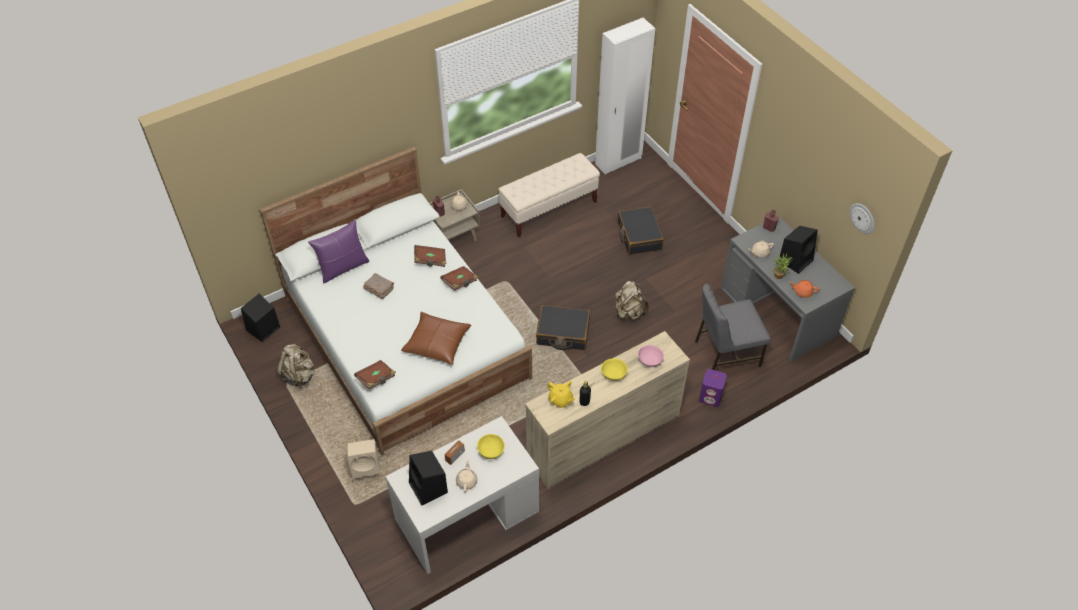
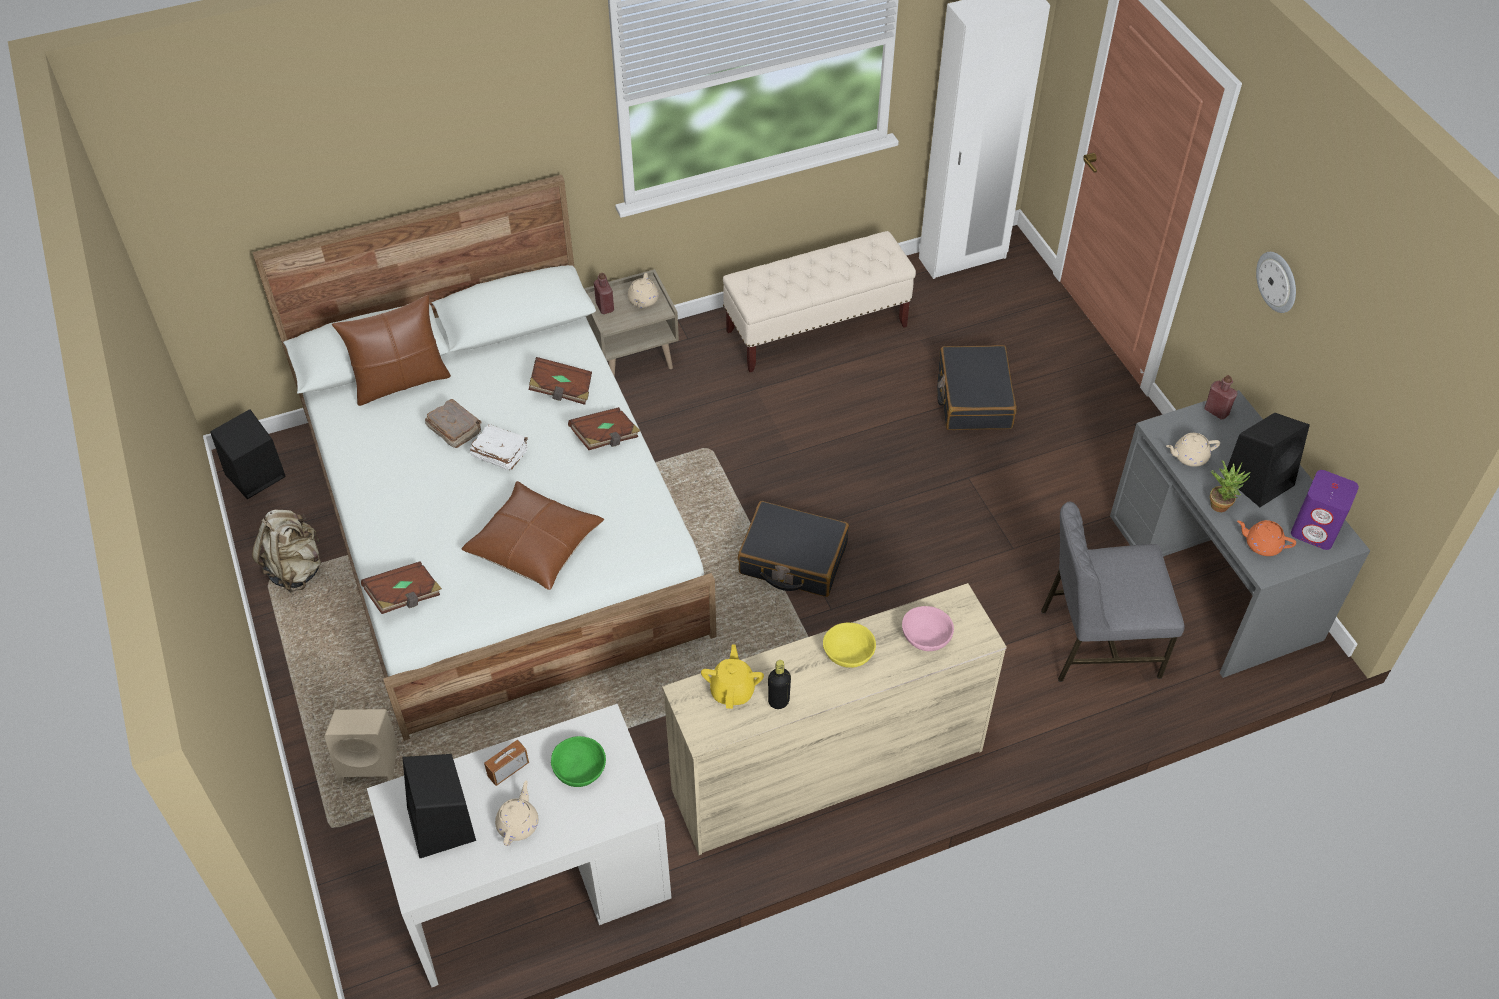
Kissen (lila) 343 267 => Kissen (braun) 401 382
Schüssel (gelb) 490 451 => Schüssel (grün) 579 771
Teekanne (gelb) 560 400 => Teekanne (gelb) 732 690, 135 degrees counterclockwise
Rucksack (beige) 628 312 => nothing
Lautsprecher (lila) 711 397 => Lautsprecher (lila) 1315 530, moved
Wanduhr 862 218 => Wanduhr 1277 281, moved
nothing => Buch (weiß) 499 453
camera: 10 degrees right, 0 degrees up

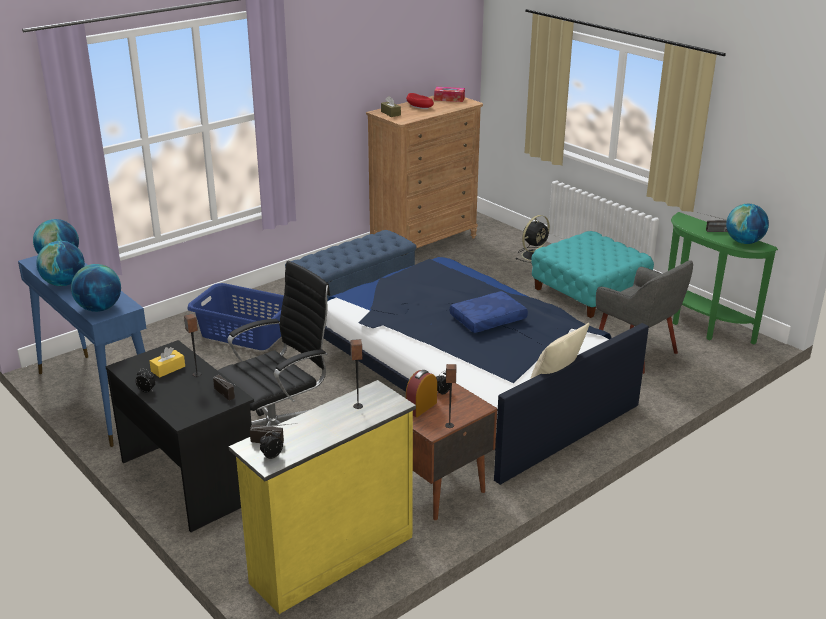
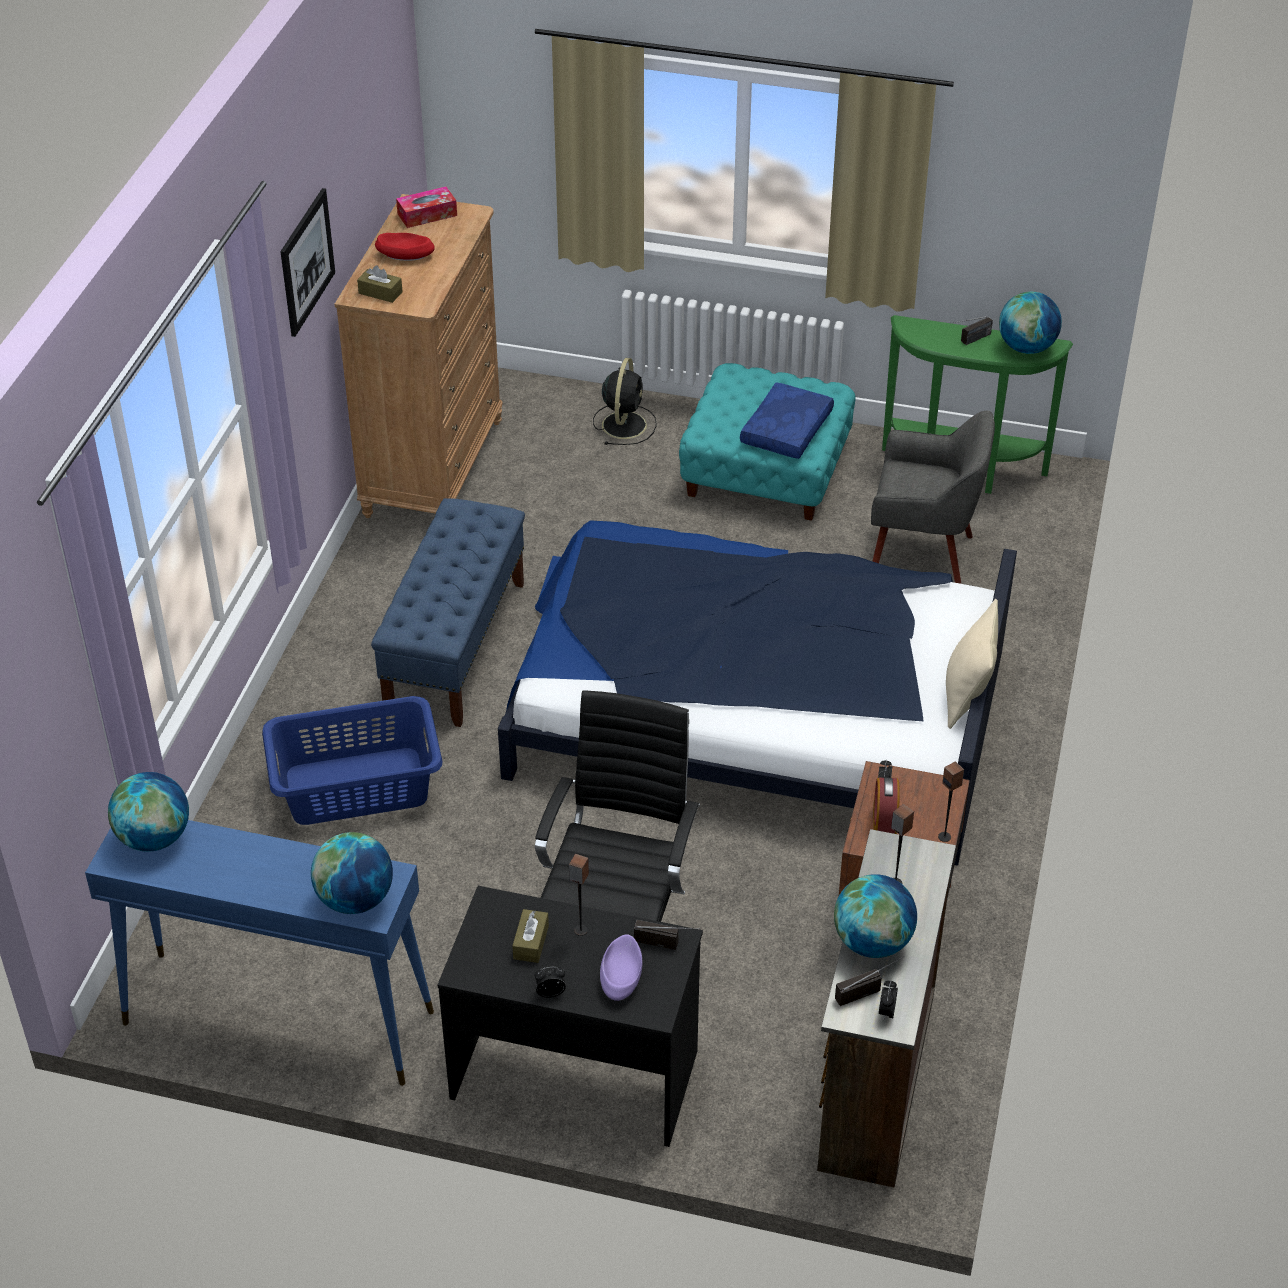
Globus 64 283 => Globus 872 942, moved
Taschentuchbox (gelb) 168 369 => Taschentuchbox (braun) 531 942
Kommode (gelb) 330 558 => Kommode (braun) 873 1082
Kissen (blau) 488 320 => Kissen (blau) 787 431, moved
nothing => Bild 306 262
nothing => Schüssel (lila) 621 977
camera: 35 degrees left, 15 degrees up

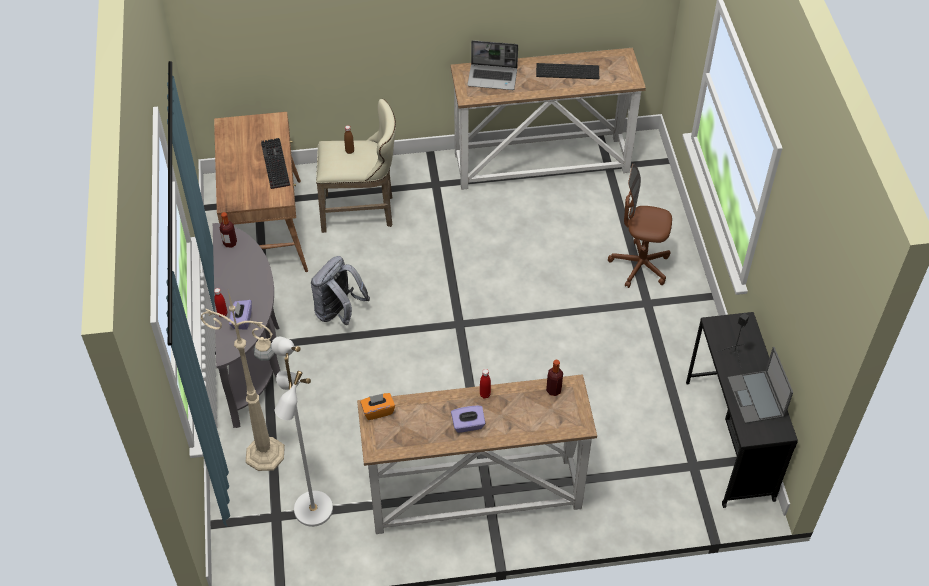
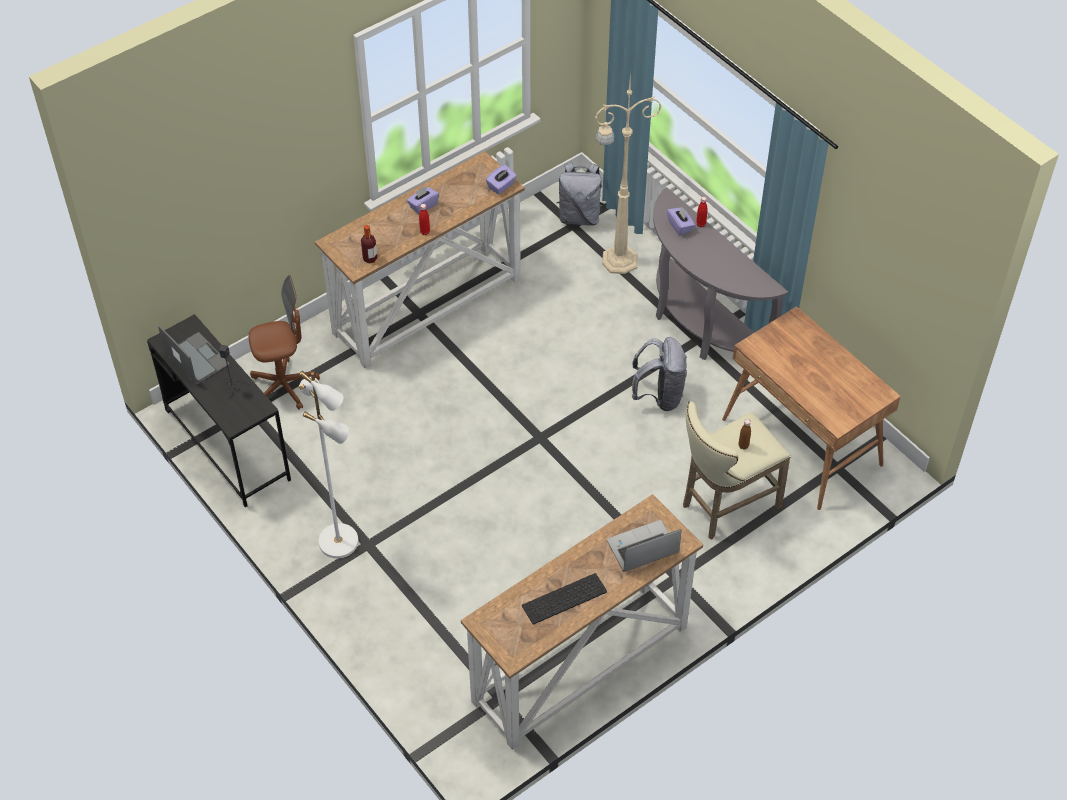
Flasche 230 243 => nothing
Tastatur 274 164 => nothing
Stehlampe (weiß) 312 509 => Stehlampe (weiß) 340 541, moved
Taschentuchbox (orange) 378 411 => Taschentuchbox (lila) 501 186
Bürostuhl (braun) 639 266 => Bürostuhl (braun) 284 386, moved
nothing => Rucksack (grau) 579 216
camera: 150 degrees right, 0 degrees up

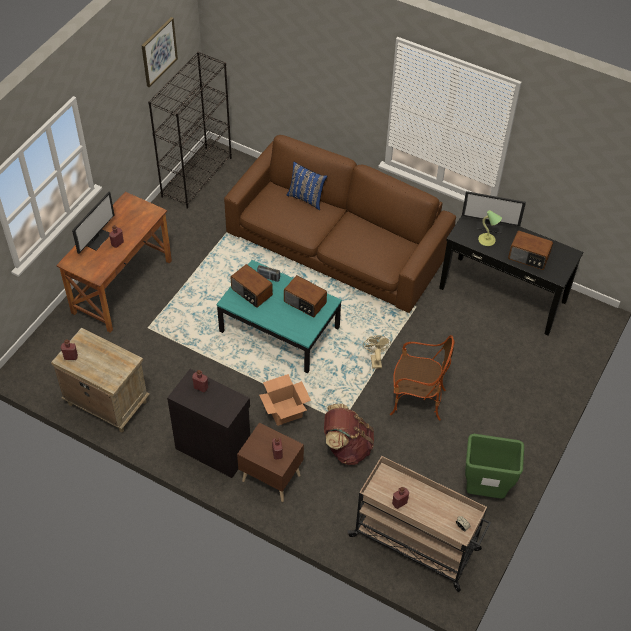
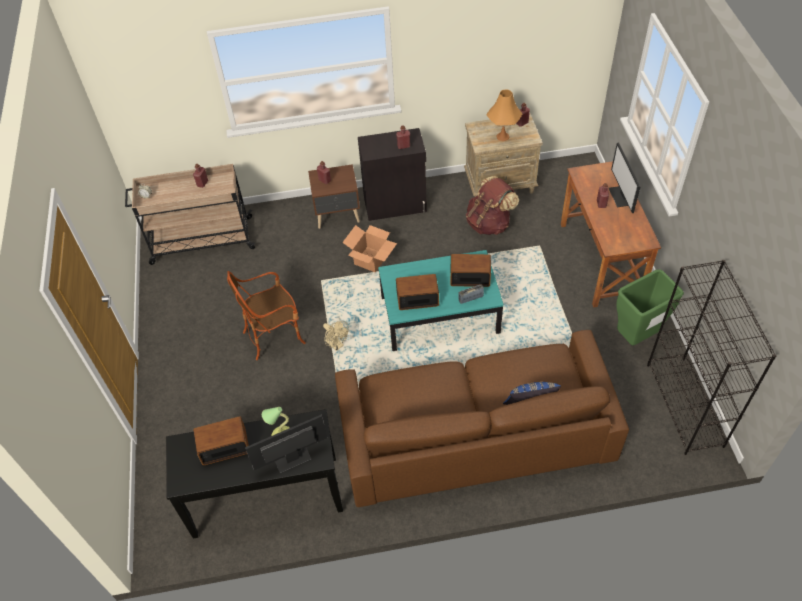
Bild 158 51 => nothing
Rucksack (braun) 346 447 => Rucksack (braun) 489 223, moved
Mülleimer (grün) 485 491 => Mülleimer (grün) 636 337, moved
nothing => Tischlampe (orange) 502 136
camera: 145 degrees right, 0 degrees up

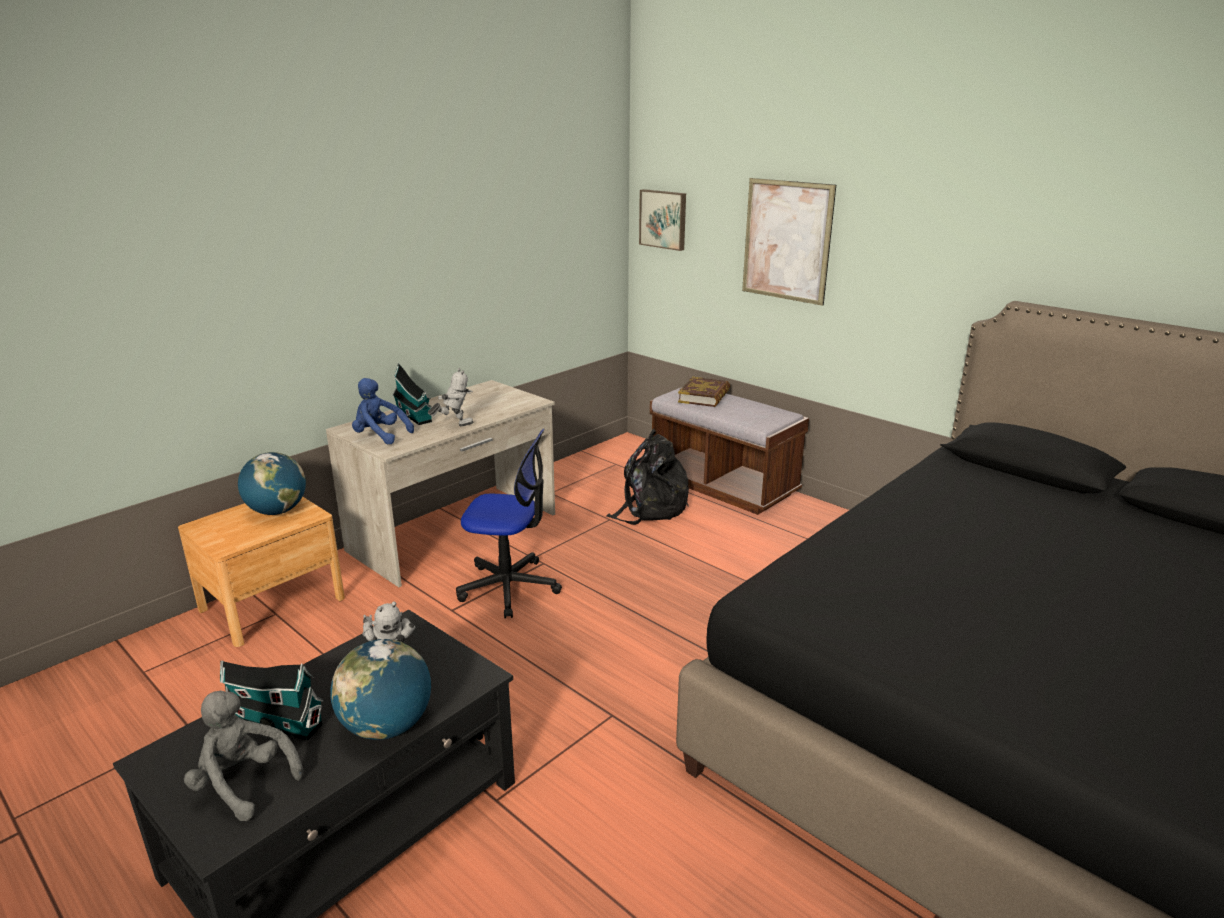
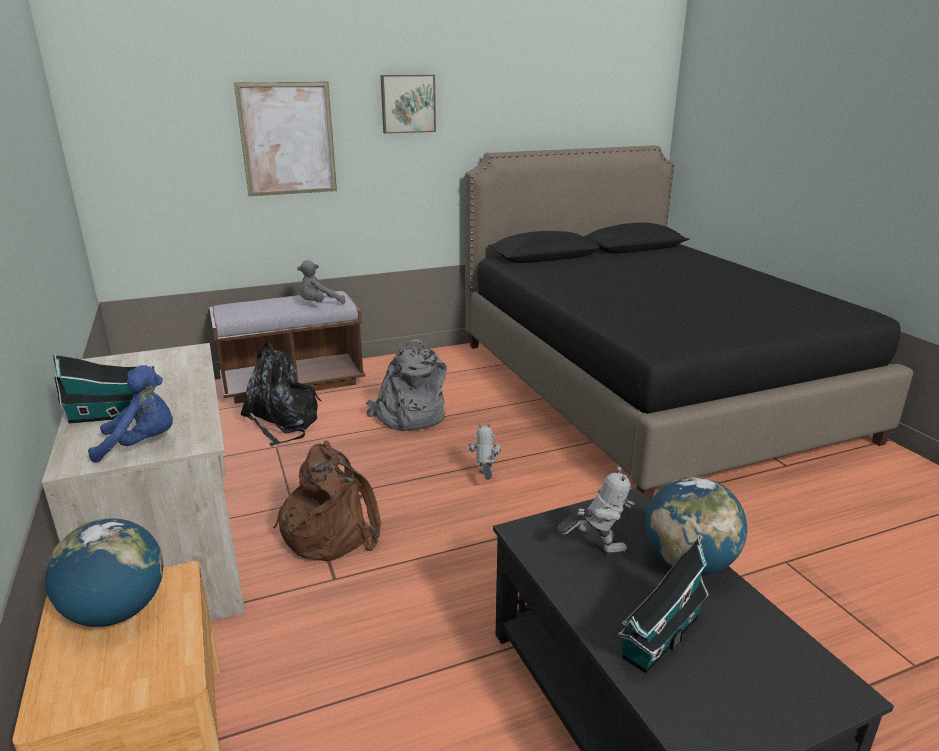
Plüschtier (grau) 243 783 => Plüschtier (grau) 319 304, moved
Plüschtier (blau) 379 436 => Plüschtier (blau) 142 444, 150 degrees counterclockwise
Spielzeugroboter 454 425 => Spielzeugroboter 485 480, moved
Bürostuhl 509 587 => Rucksack (braun) 331 531
Bild 664 219 => Bild 407 104, moved
Buch 704 396 => nothing
nothing => Rucksack (grau) 409 416
camera: 65 degrees left, 0 degrees up

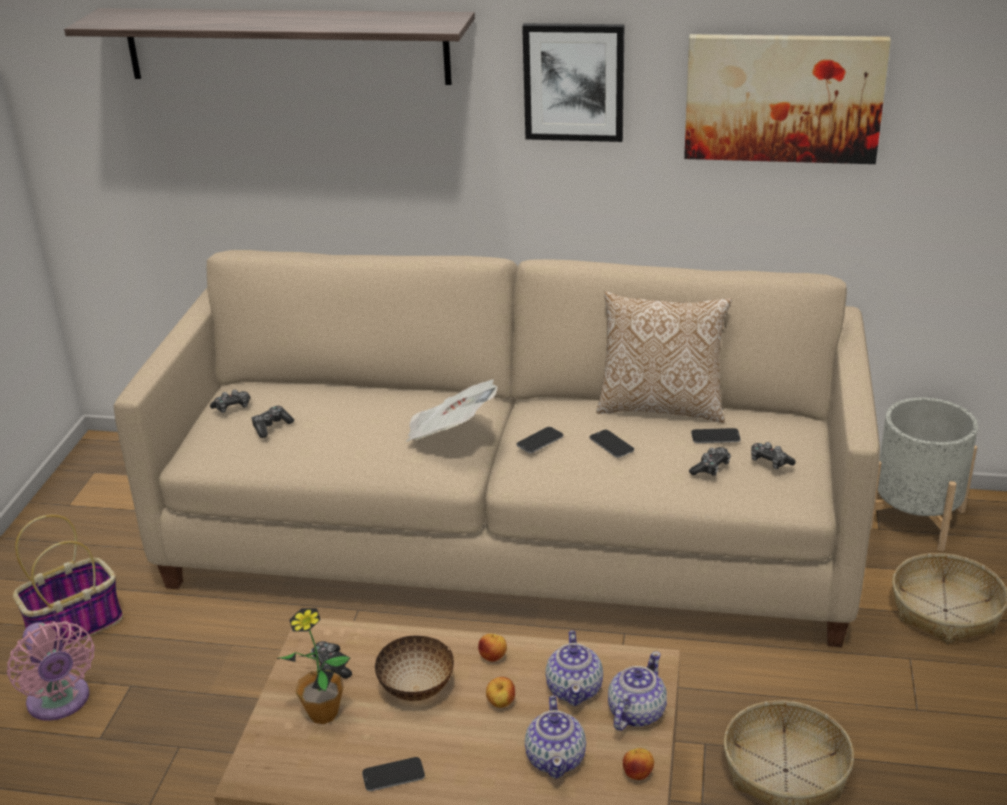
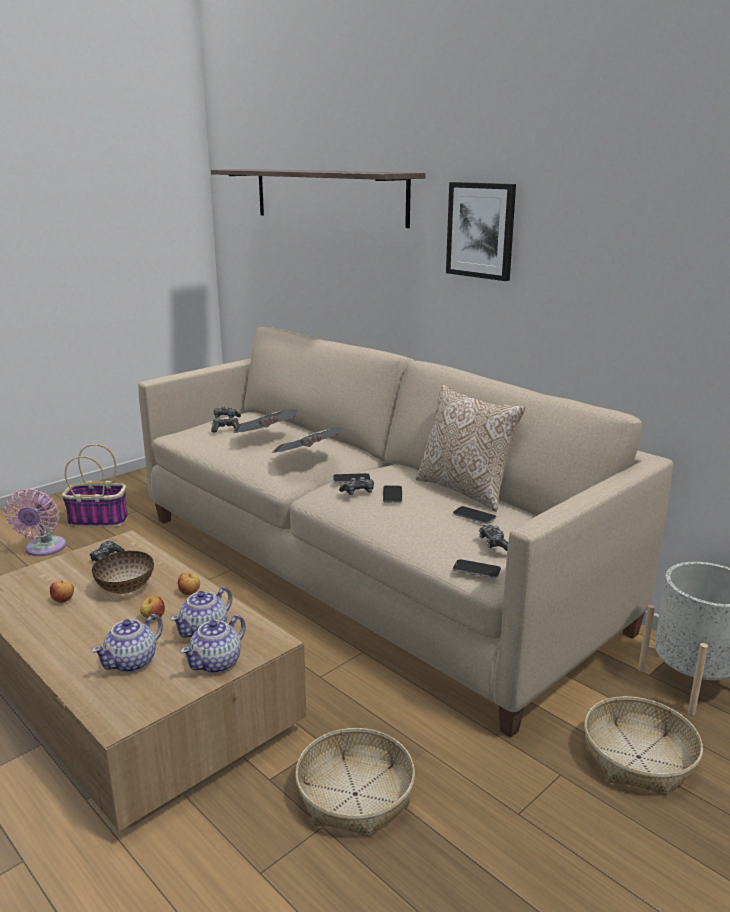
Topfpflanze 323 713 => nothing
Handy 393 775 => Handy 476 570, moved
Teekanne 635 713 => Teekanne 217 663, 150 degrees clockwise
Apfel 638 774 => Apfel 64 601, moved
Bild 783 97 => nothing
Gamepad 711 468 => Gamepad 358 492, moved
nothing => Zeitung 265 438
camera: 35 degrees right, 10 degrees down

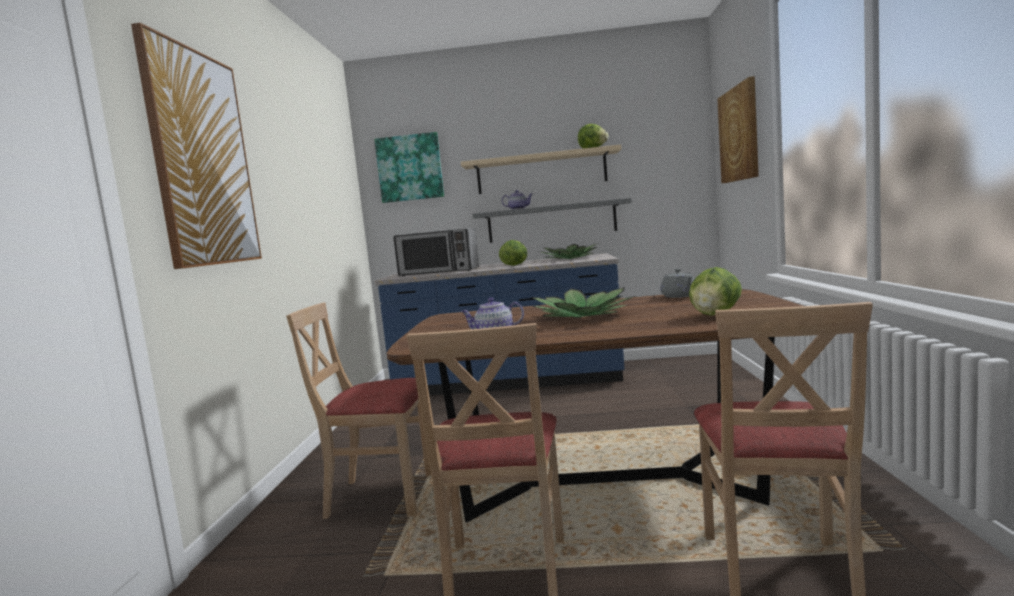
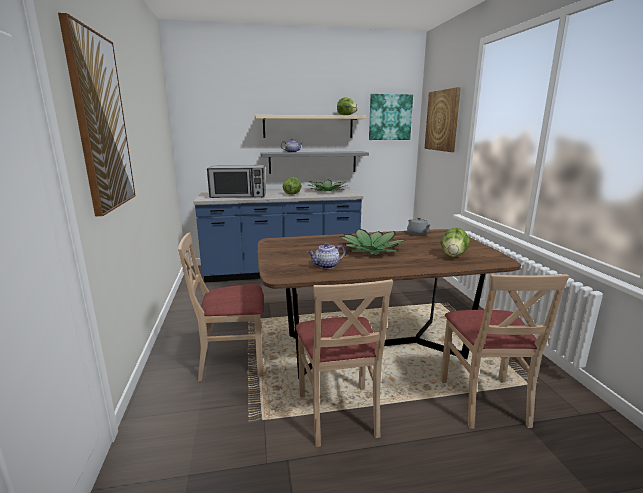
Bild 410 168 => Bild 390 117, moved
camera: 15 degrees left, 10 degrees up

